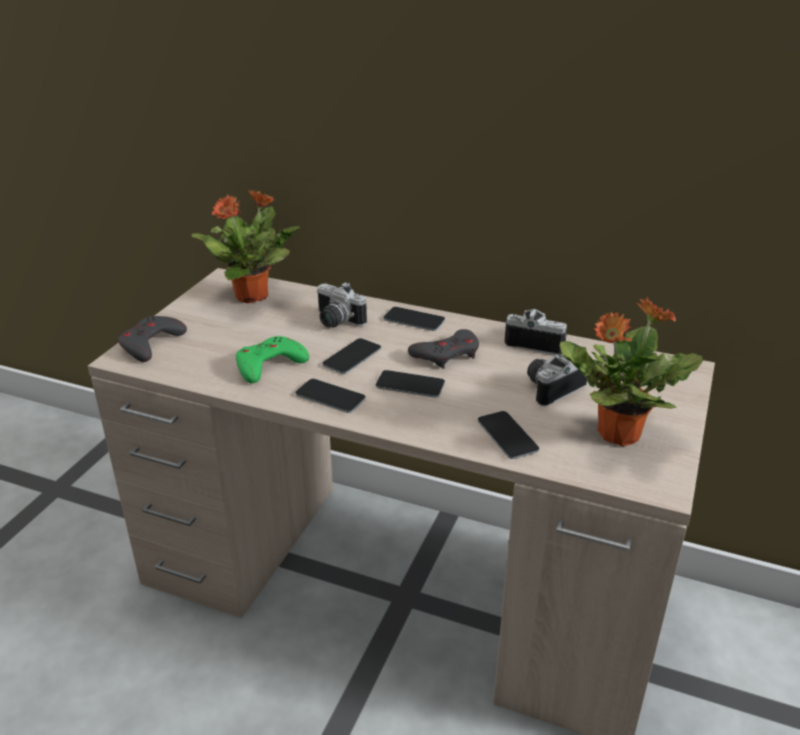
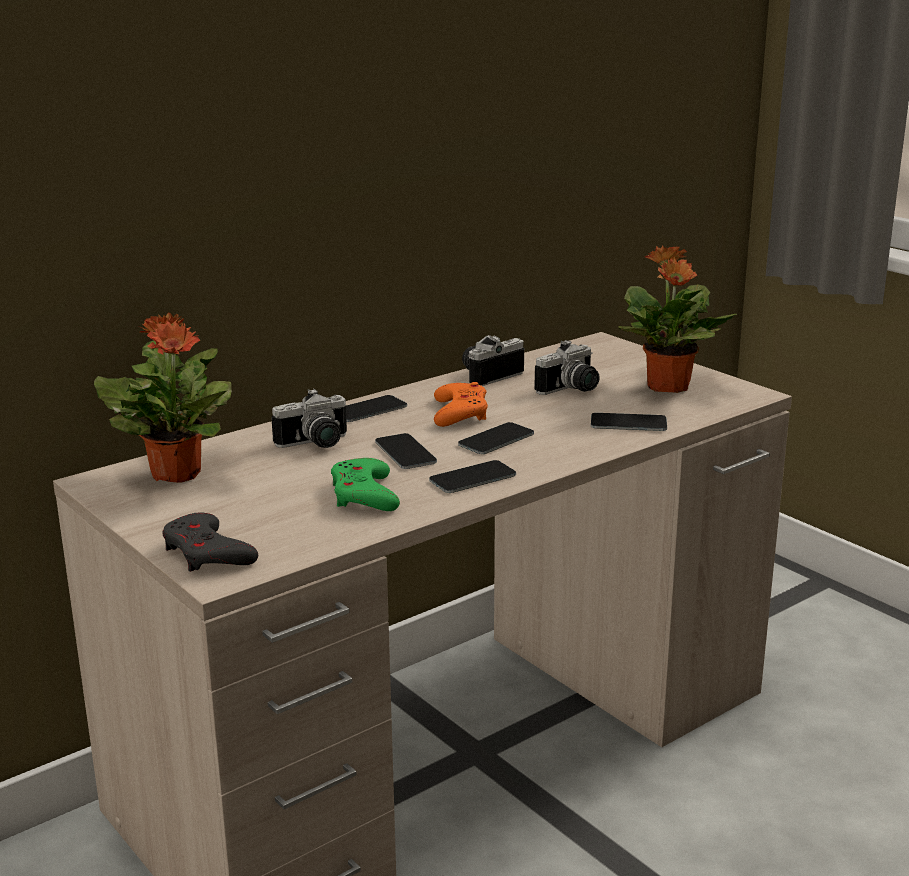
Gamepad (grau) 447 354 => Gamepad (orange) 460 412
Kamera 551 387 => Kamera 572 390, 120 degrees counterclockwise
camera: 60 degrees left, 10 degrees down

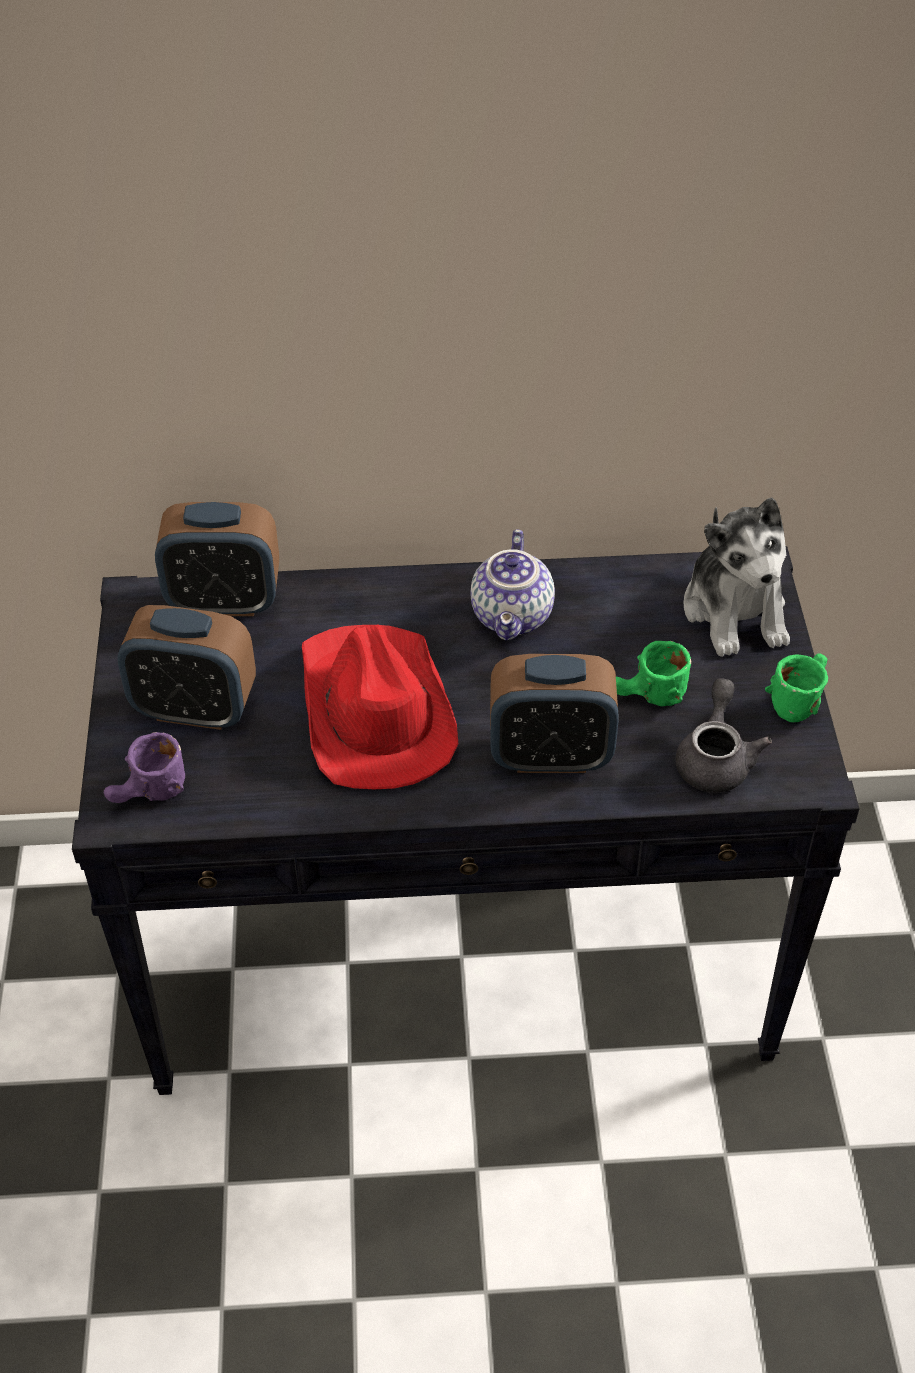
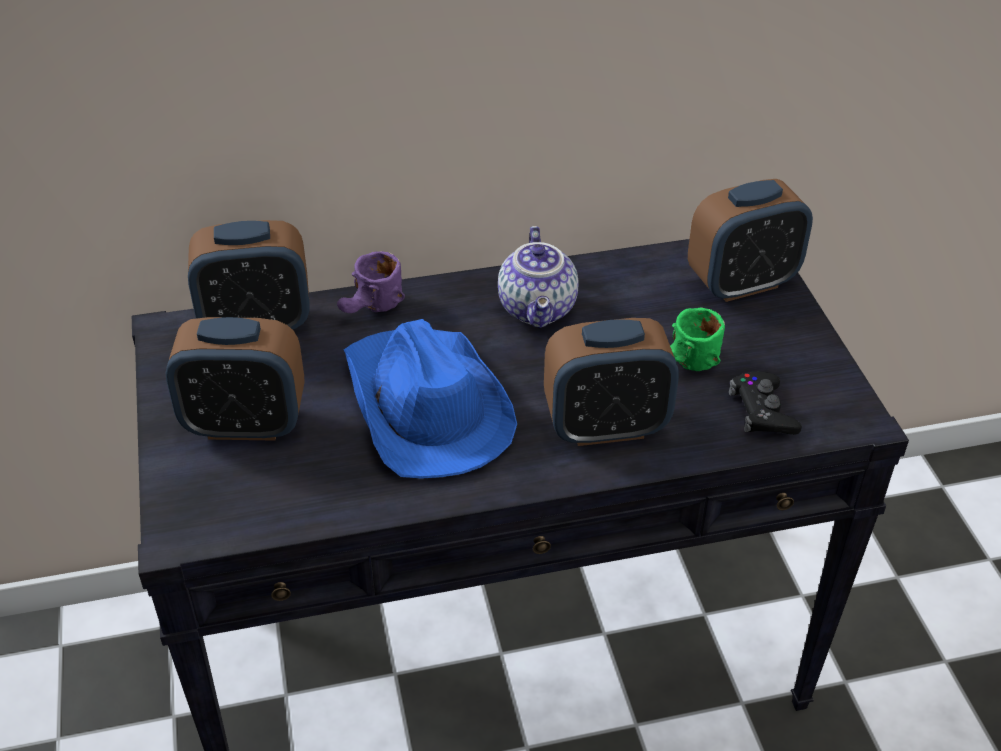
Henkelbecher (lila) 149 795 => Henkelbecher (lila) 372 309, moved
Hut (rot) 374 710 => Hut (blau) 425 405
Teekanne (grau) 715 758 => Gamepad (schwarz) 762 411
Plüschtier 735 611 => Wecker 742 283
Henkelbecher (grün) 797 697 => nothing
camera: 10 degrees left, 5 degrees down

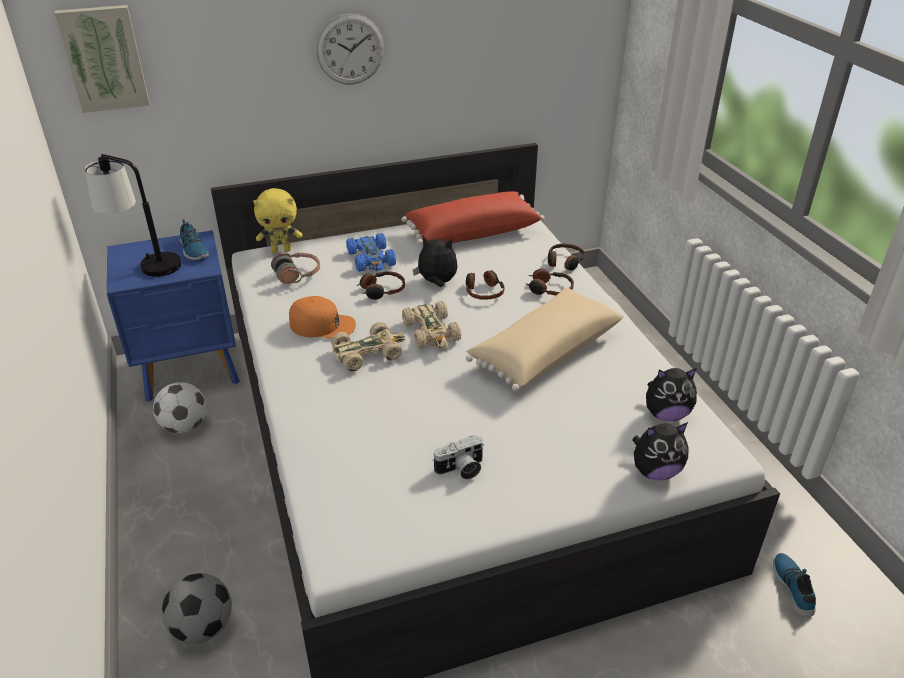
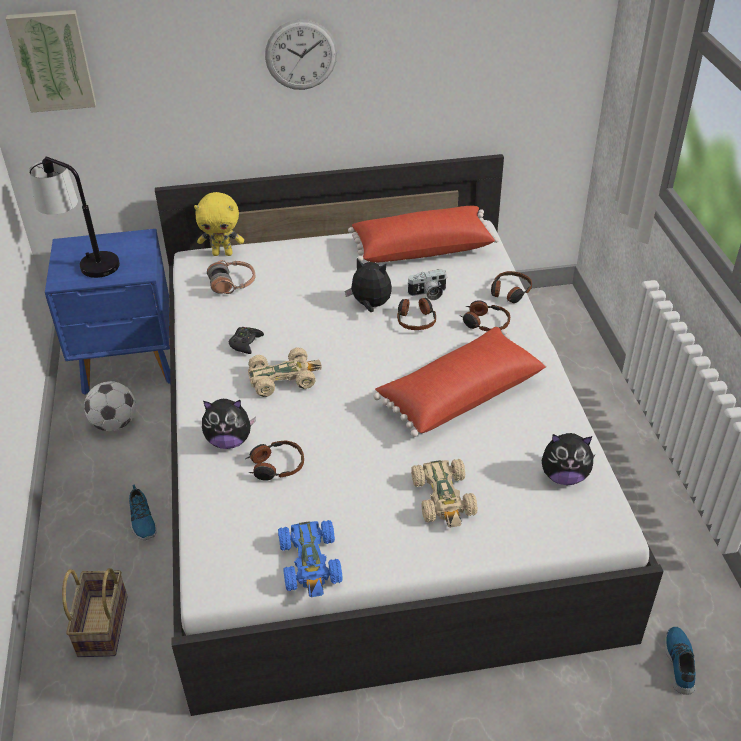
Fußball 203 627 => Korb 102 624
Schuh 193 250 => Schuh 141 520, moved
Kappe (orange) 322 325 => Gamepad (schwarz) 245 343
Spielzeugauto (blau) 372 259 => Spielzeugauto (blau) 311 563, moved
Kopfhörer 381 290 => Kopfhörer 275 466, moved
Spielzeugauto (beige) 432 332 => Spielzeugauto (beige) 444 498, moved
Kamera 461 469 => Kamera 428 294, moved
Kissen (beige) 543 352 => Kissen (rot) 459 394
Plüschtier 655 471 => Plüschtier 229 441, moved
camera: 10 degrees right, 5 degrees up

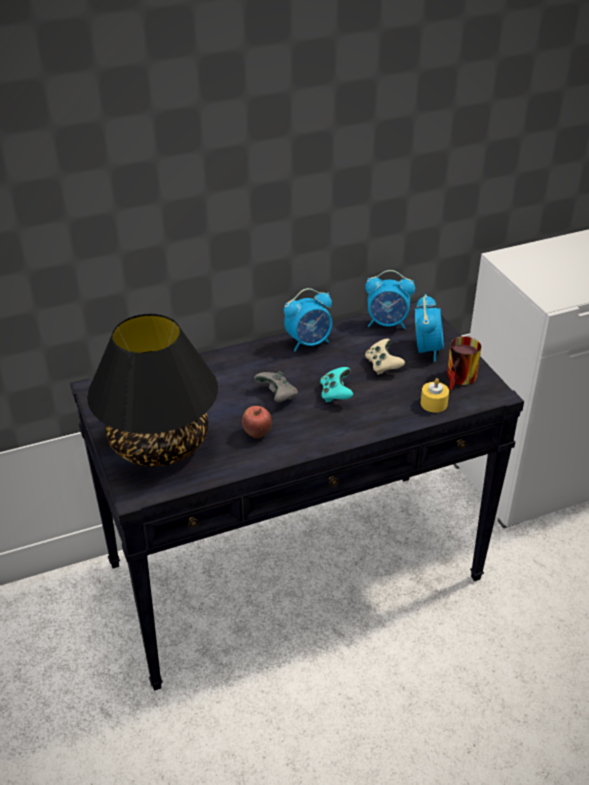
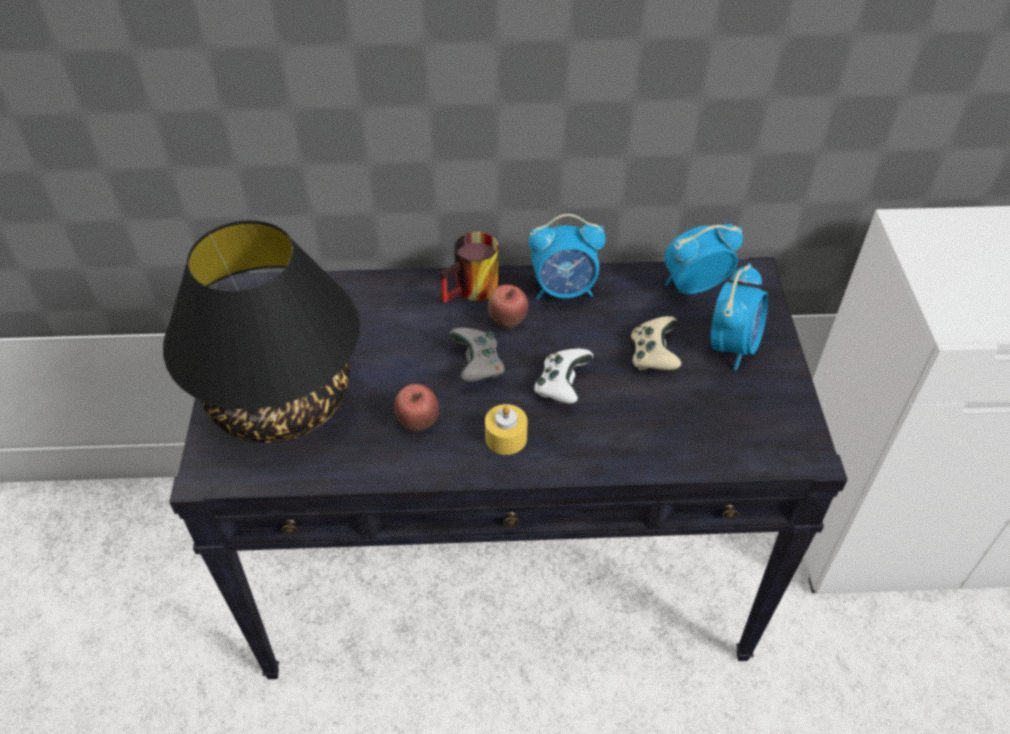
Gamepad (türkis) 336 394 => Gamepad (weiß) 561 386
Wecker 387 323 => Wecker 693 286, 135 degrees clockwise
Kerze (gelb) 433 403 => Kerze (gelb) 506 437, moved
Henkelbecher 462 379 => Henkelbecher 473 291, moved
nothing => Apfel 507 321
camera: 20 degrees right, 10 degrees up

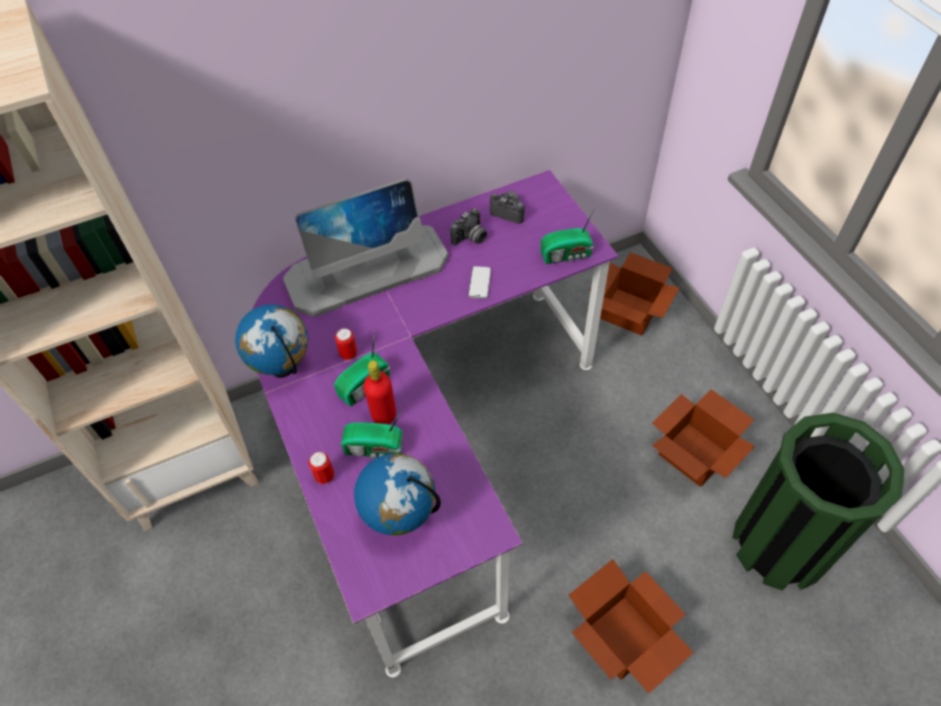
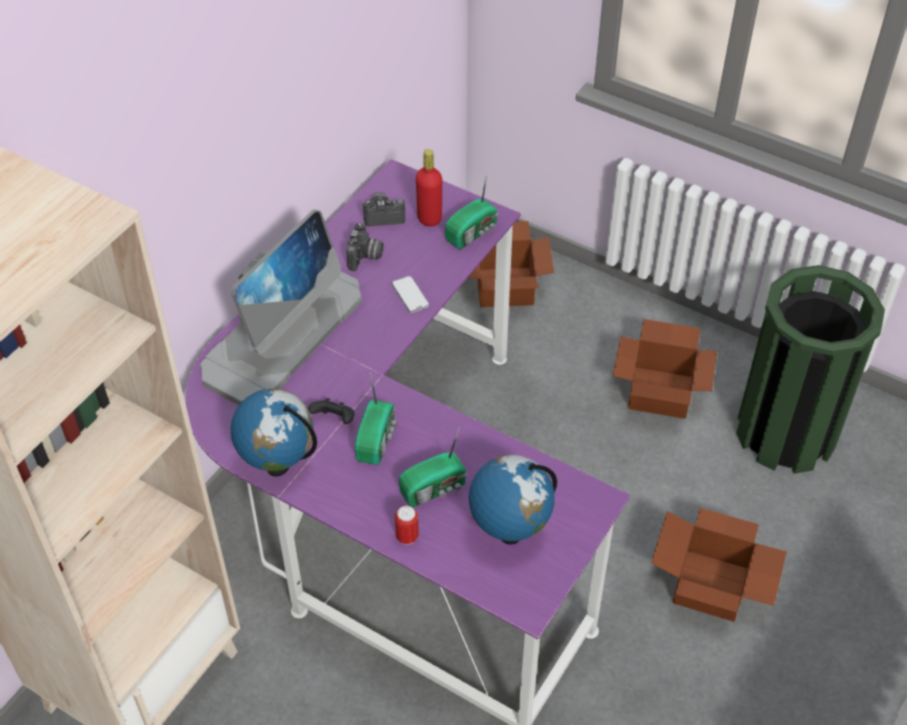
Dose 349 354 => Gamepad (schwarz) 334 420
Flasche (rot) 384 415 => Flasche (rot) 429 218, moved
camera: 35 degrees left, 5 degrees down

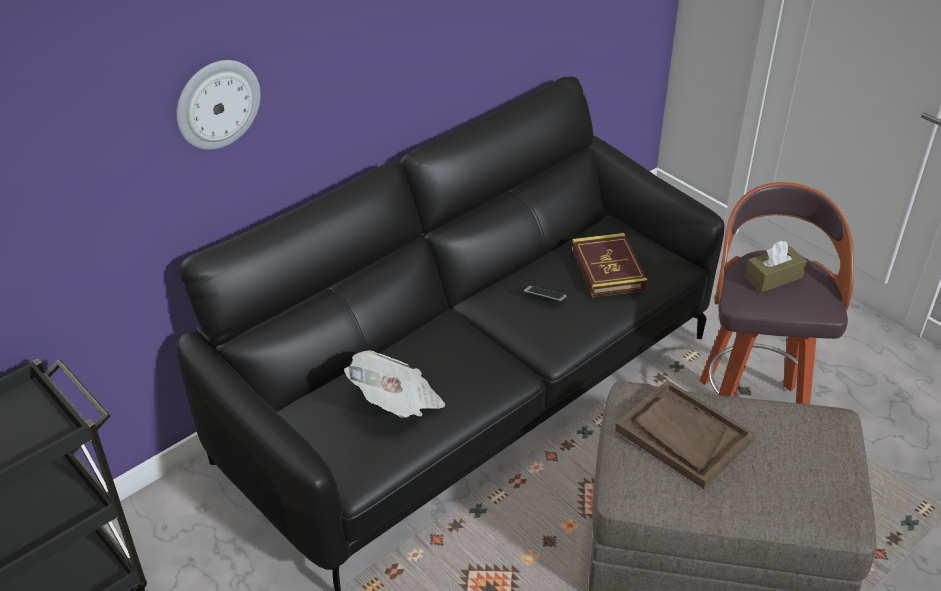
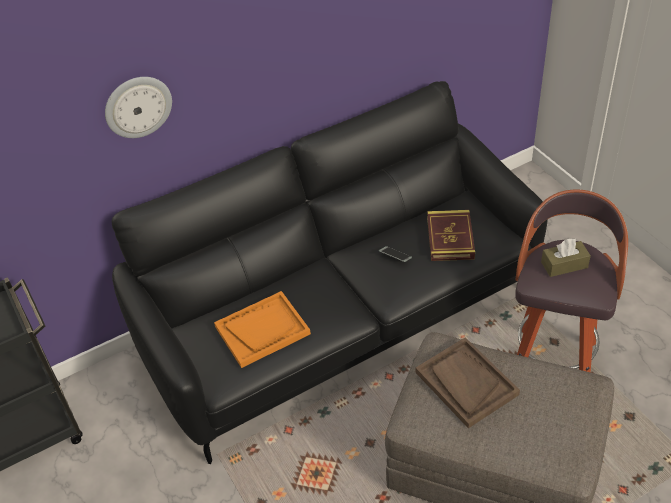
Zeitung 397 403 => Tablett (orange) 262 330
camera: 15 degrees right, 5 degrees up

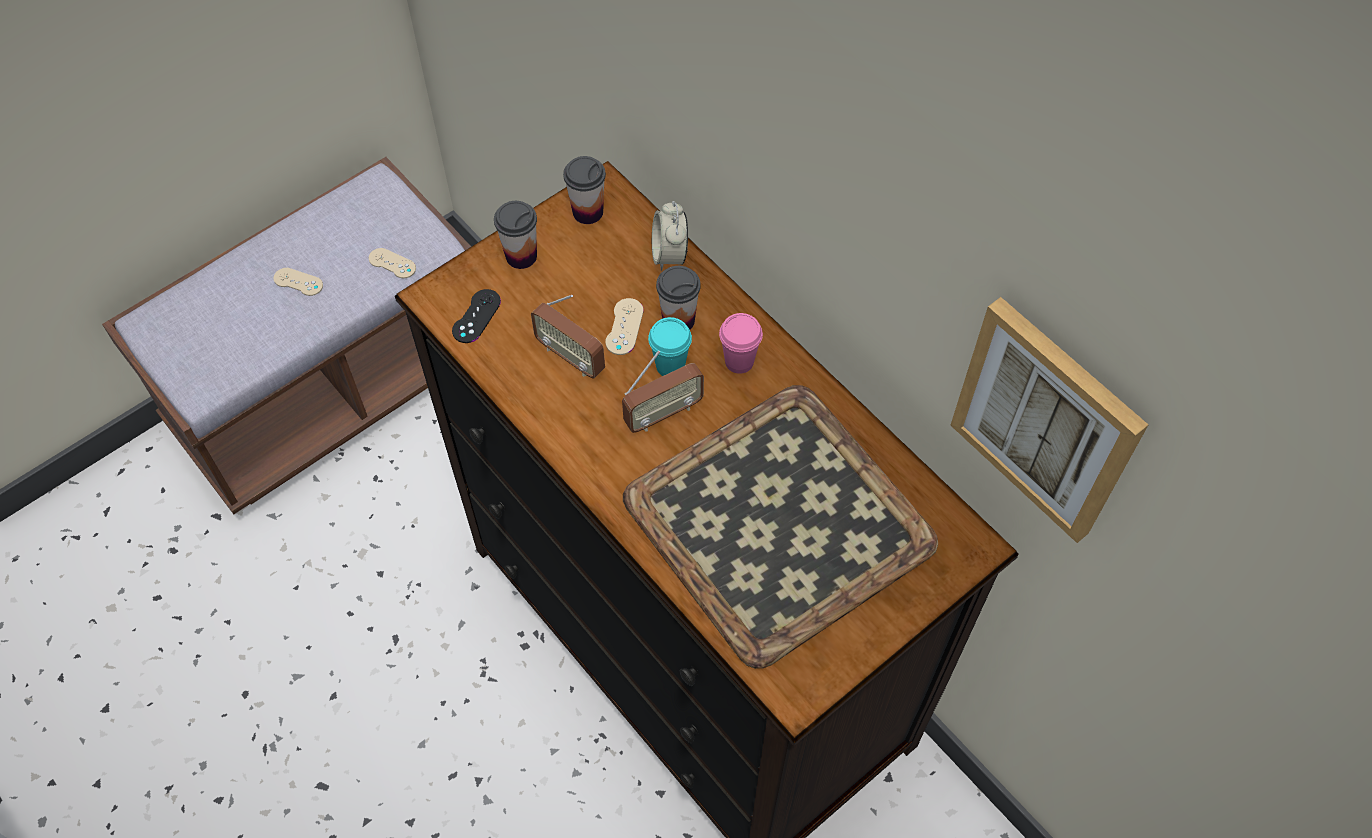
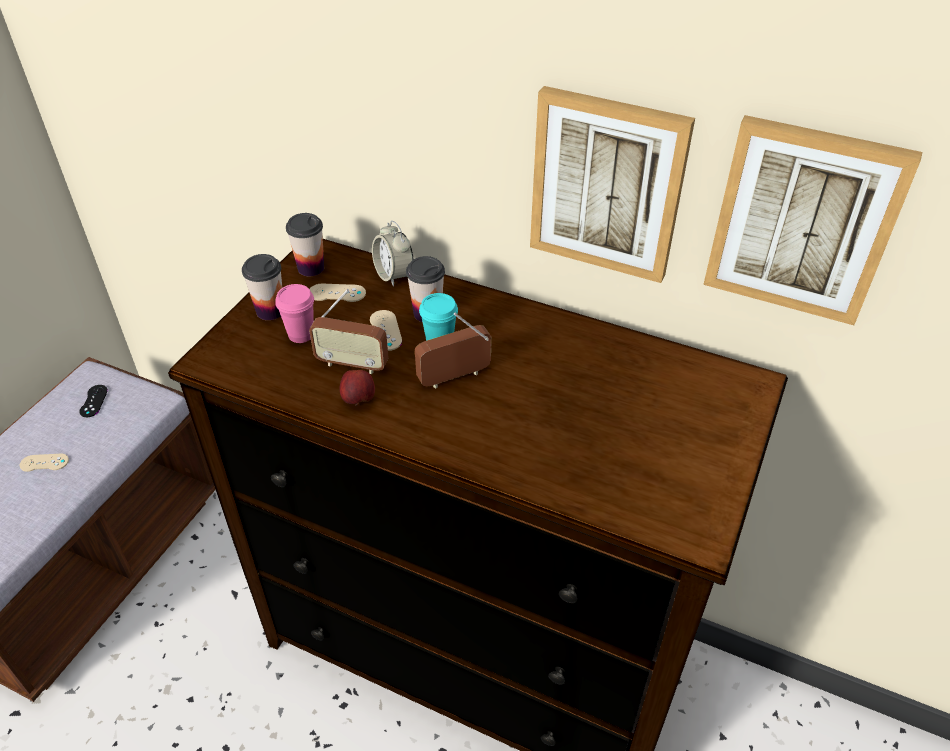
Gamepad (beige) 392 263 => Gamepad (beige) 337 293, moved
Gamepad (schwarz) 476 316 => Gamepad (schwarz) 93 401, moved
Radio 663 413 => Radio 454 377, 150 degrees counterclockwise
Tablett 782 522 => nothing
Tasse (rosa) 739 361 => Tasse (rosa) 301 334, moved
nothing => Apfel 359 400
nothing => Bild 607 185
camera: 25 degrees left, 15 degrees down

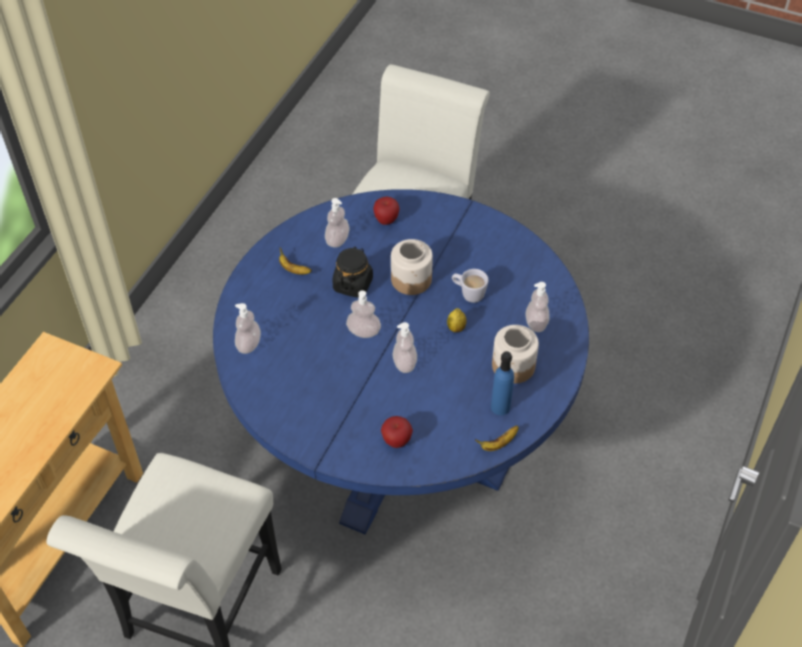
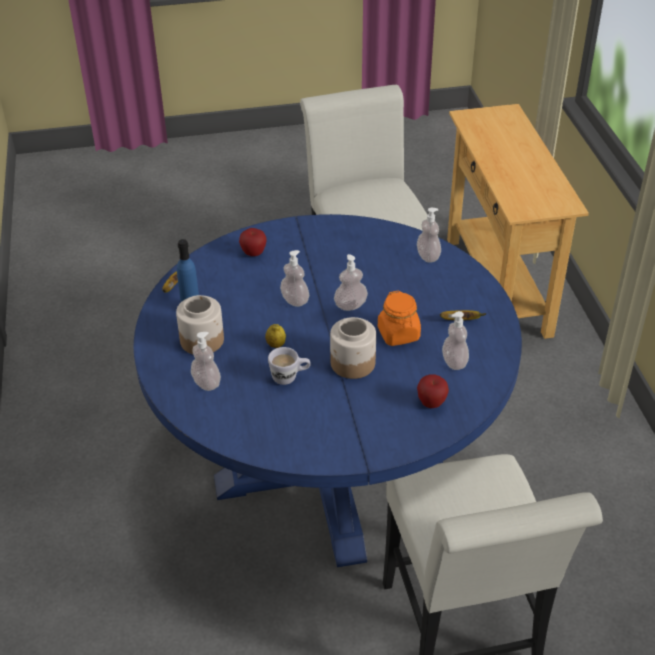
Vorratsglas (schwarz) 353 284 => Vorratsglas (orange) 398 334
camera: 145 degrees right, 10 degrees down

